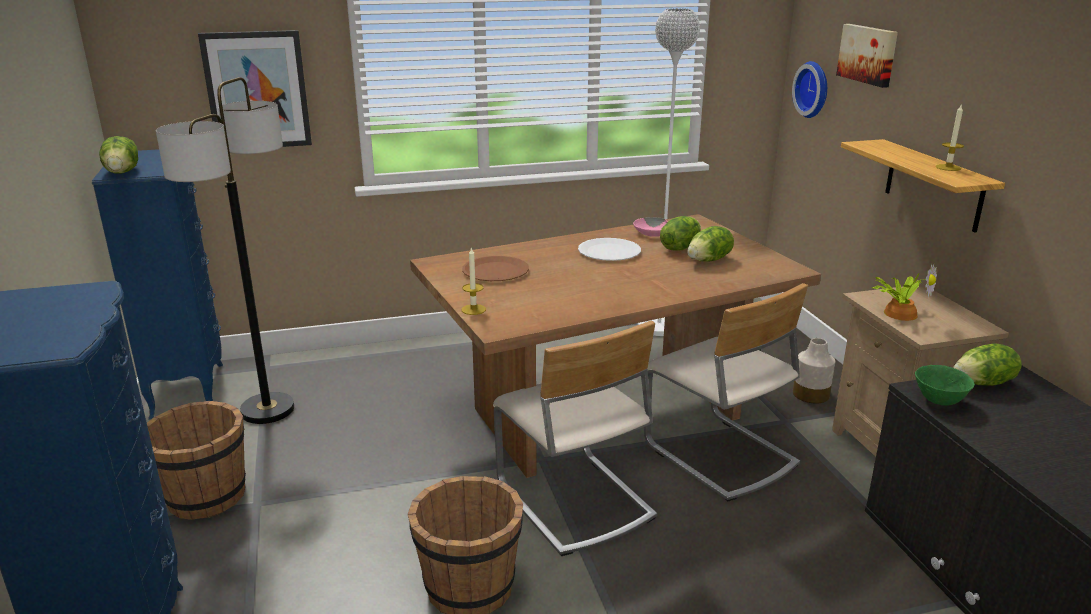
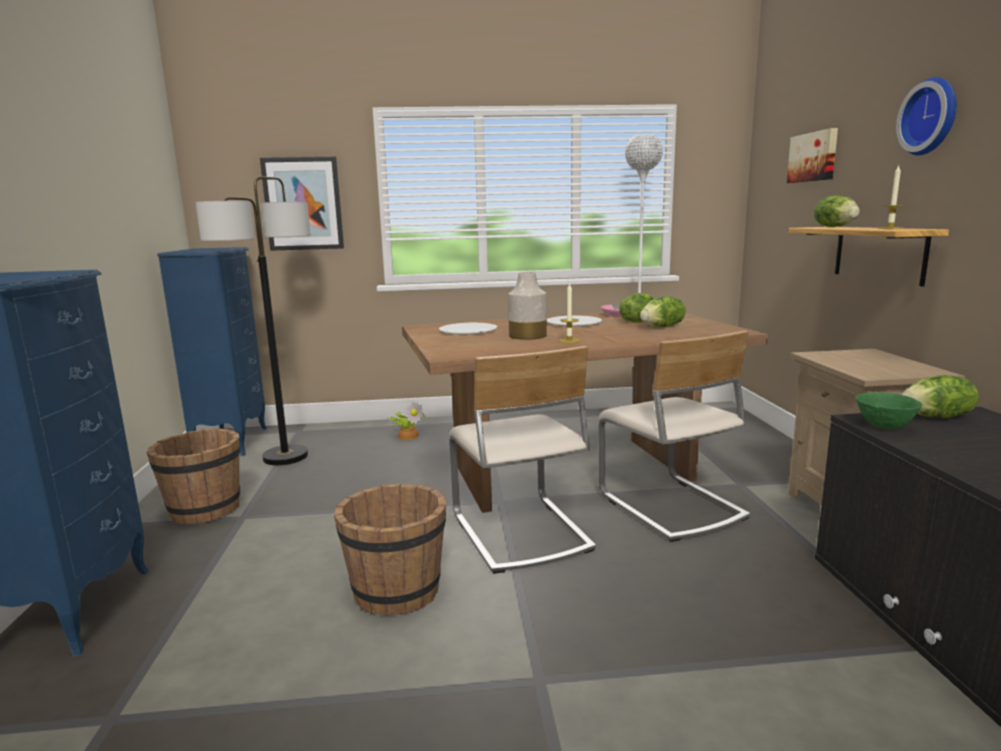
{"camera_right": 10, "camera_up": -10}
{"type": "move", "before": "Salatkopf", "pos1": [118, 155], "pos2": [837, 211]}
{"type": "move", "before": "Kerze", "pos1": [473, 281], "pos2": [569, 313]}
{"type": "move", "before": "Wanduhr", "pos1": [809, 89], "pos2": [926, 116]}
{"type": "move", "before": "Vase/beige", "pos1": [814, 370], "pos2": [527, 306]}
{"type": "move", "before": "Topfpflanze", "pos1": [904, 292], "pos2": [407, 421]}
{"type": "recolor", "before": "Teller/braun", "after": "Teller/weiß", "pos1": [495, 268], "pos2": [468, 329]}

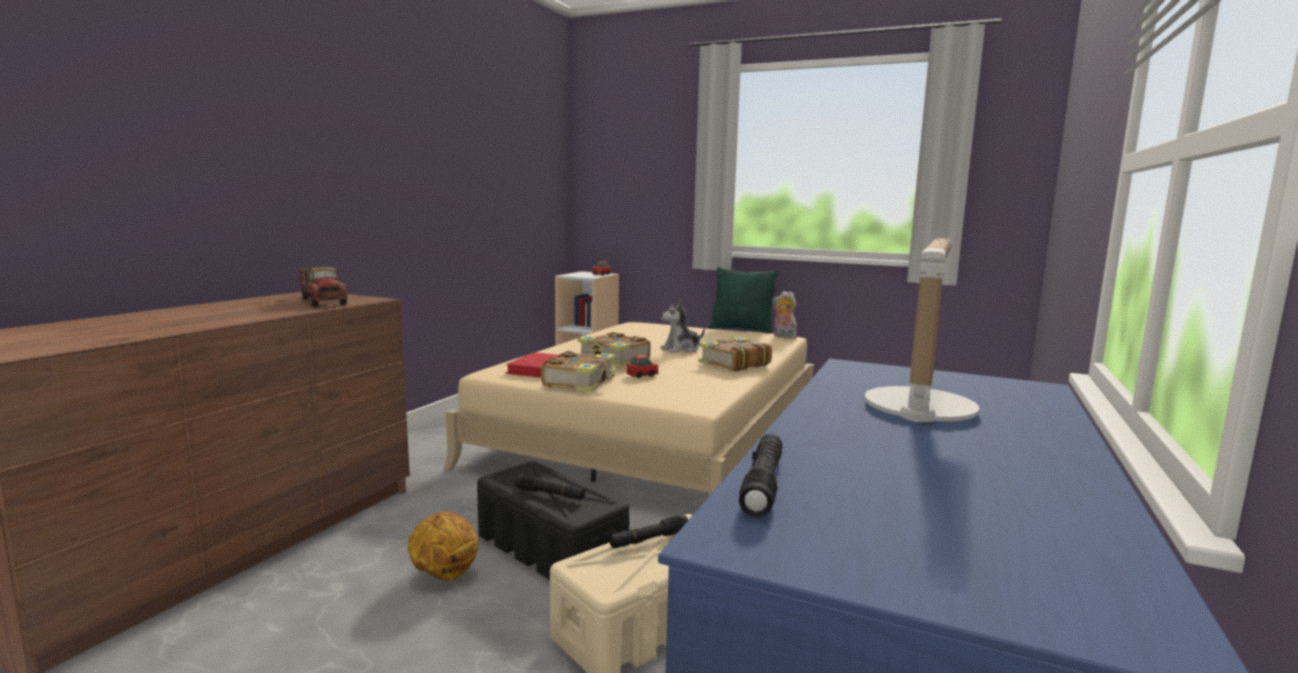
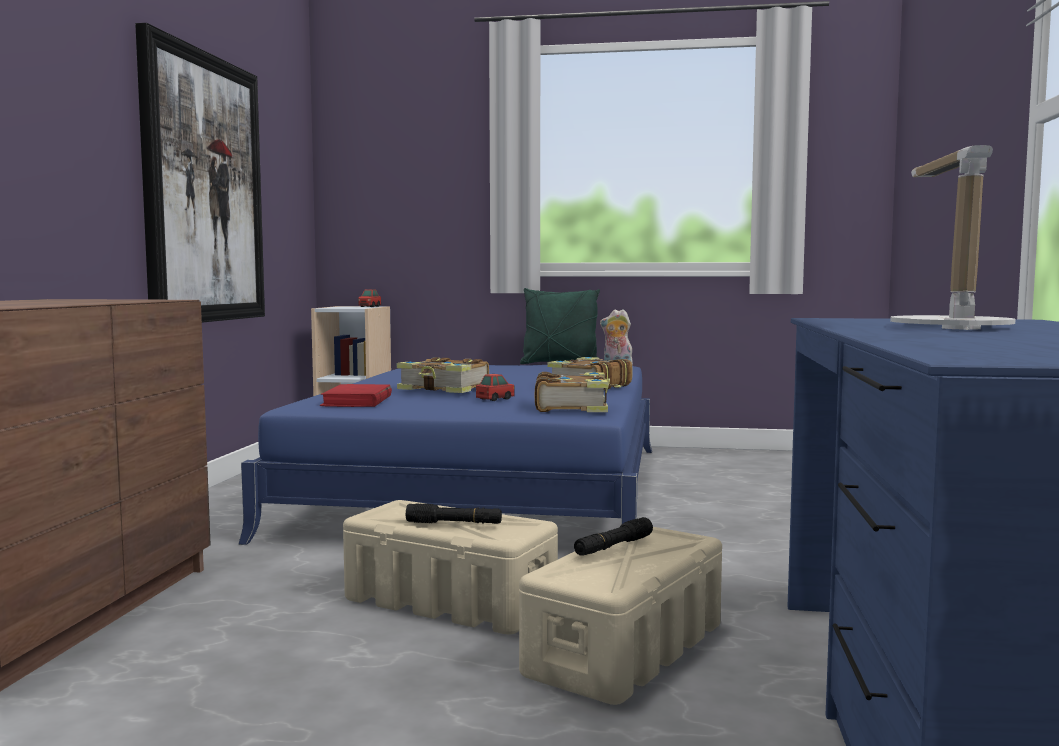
{"camera_right": -15, "camera_up": -5}
{"type": "delete", "before": "Spielzeuglaster", "pos1": [323, 286]}
{"type": "delete", "before": "Basketball", "pos1": [443, 546]}
{"type": "delete", "before": "Plüschtier", "pos1": [683, 326]}
{"type": "delete", "before": "Taschenlampe/schwarz", "pos1": [760, 476]}
{"type": "insert", "after": "Bild", "pos2": [200, 173]}
{"type": "move", "before": "Buch", "pos1": [578, 371], "pos2": [578, 392]}
{"type": "recolor", "before": "Bett/beige", "after": "Bett/blau", "pos1": [629, 409], "pos2": [445, 455]}
{"type": "recolor", "before": "Aufbewahrungsbox/schwarz", "after": "Aufbewahrungsbox/beige", "pos1": [553, 520], "pos2": [450, 567]}

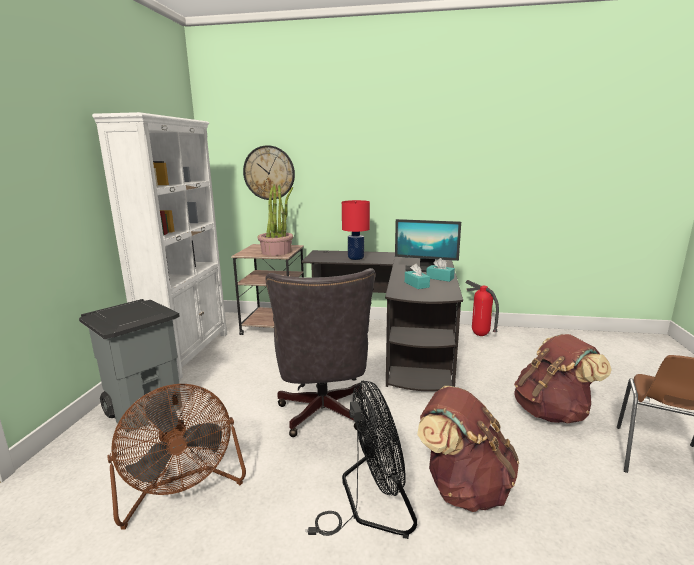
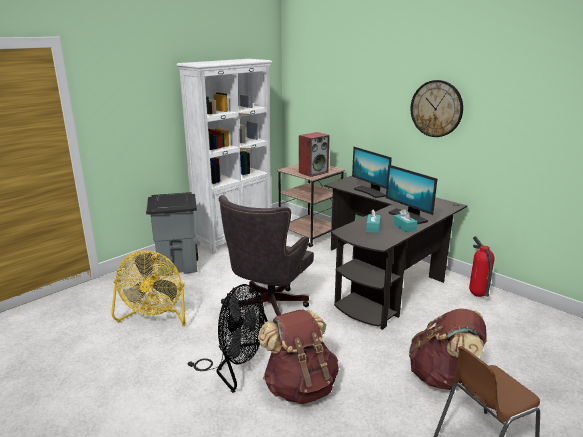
{"camera_right": 35, "camera_up": 5}
{"type": "move", "before": "Wanduhr", "pos1": [269, 172], "pos2": [437, 108]}
{"type": "replace", "before": "Topfpflanze", "after": "Lautsprecher", "pos1": [275, 220], "pos2": [314, 154]}
{"type": "replace", "before": "Tischlampe/rot", "after": "Monitor", "pos1": [356, 230], "pos2": [372, 172]}
{"type": "recolor", "before": "Ventilator/braun", "after": "Ventilator/gelb", "pos1": [177, 457], "pos2": [148, 288]}

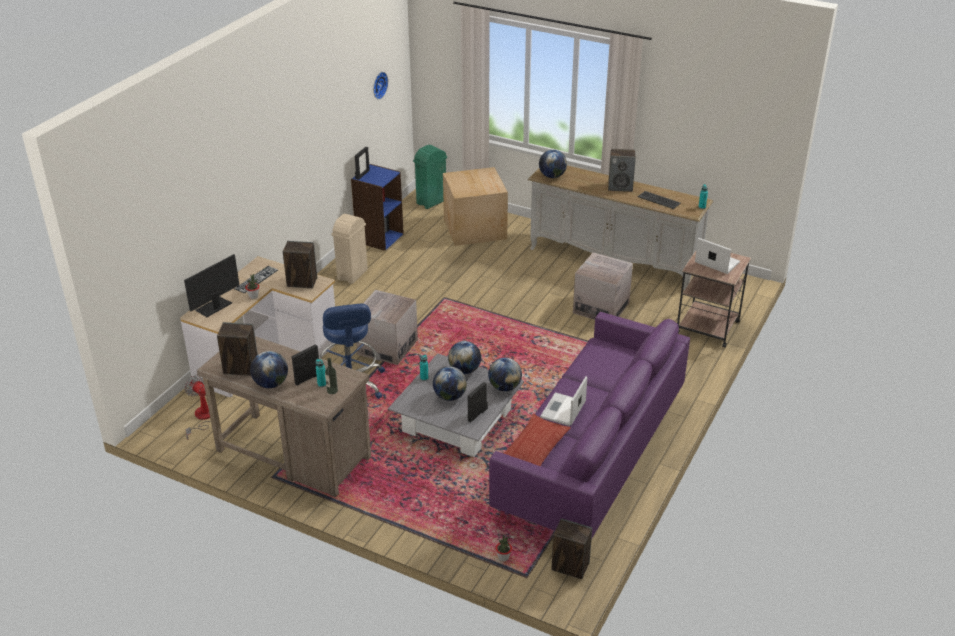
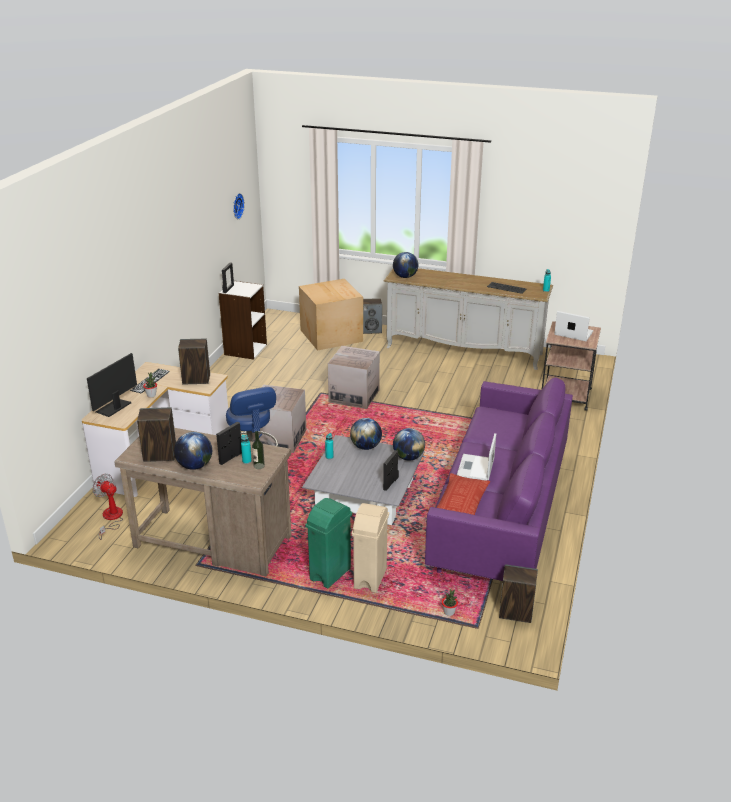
{"camera_right": -10, "camera_up": -5}
{"type": "delete", "before": "Globus", "pos1": [450, 384]}
{"type": "move", "before": "Mülleimer/beige", "pos1": [350, 249], "pos2": [370, 548]}
{"type": "move", "before": "Mülleimer/grün", "pos1": [430, 177], "pos2": [328, 543]}
{"type": "move", "before": "Karton", "pos1": [603, 286], "pos2": [354, 377]}
{"type": "move", "before": "Lautsprecher", "pos1": [622, 170], "pos2": [372, 316]}
{"type": "recolor", "before": "Bücherregal/blau", "after": "Bücherregal/weiß", "pos1": [377, 207], "pos2": [243, 320]}

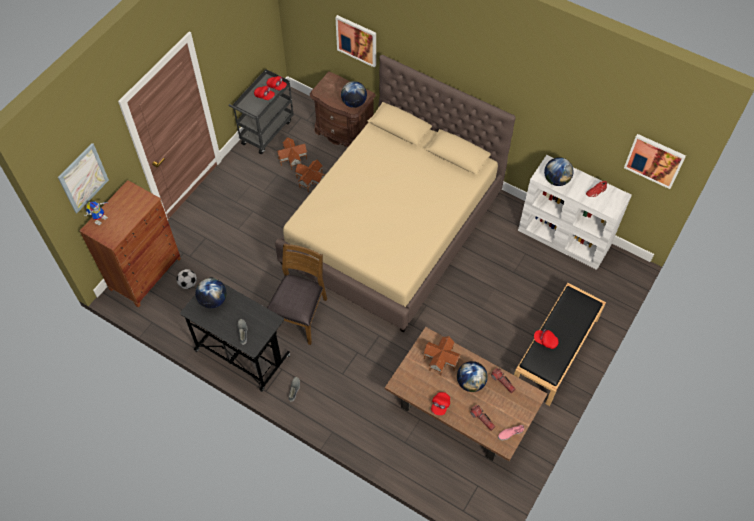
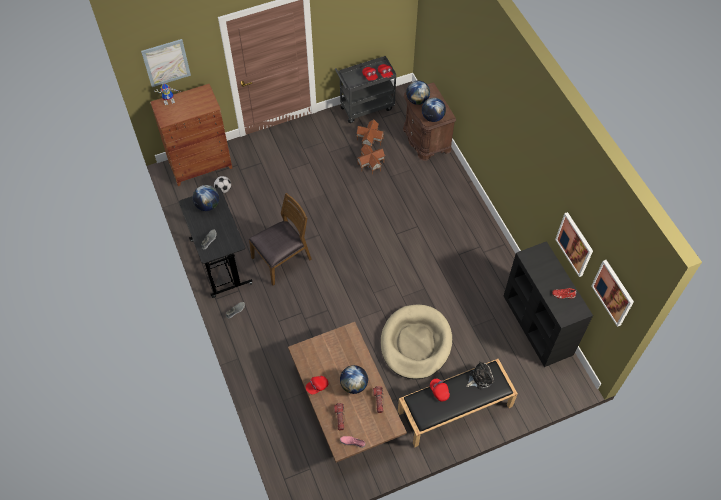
{"camera_right": 35, "camera_up": 0}
{"type": "delete", "before": "Bett/beige", "pos1": [395, 193]}
{"type": "delete", "before": "Spielzeughaus", "pos1": [441, 356]}
{"type": "insert", "after": "Hundebett/beige", "pos2": [416, 341]}
{"type": "insert", "after": "Plüschtier", "pos2": [480, 375]}
{"type": "move", "before": "Bild", "pos1": [355, 41], "pos2": [574, 244]}
{"type": "move", "before": "Globus", "pos1": [559, 171], "pos2": [418, 93]}
{"type": "recolor", "before": "Bücherregal/weiß", "after": "Bücherregal/schwarz", "pos1": [575, 212], "pos2": [548, 304]}

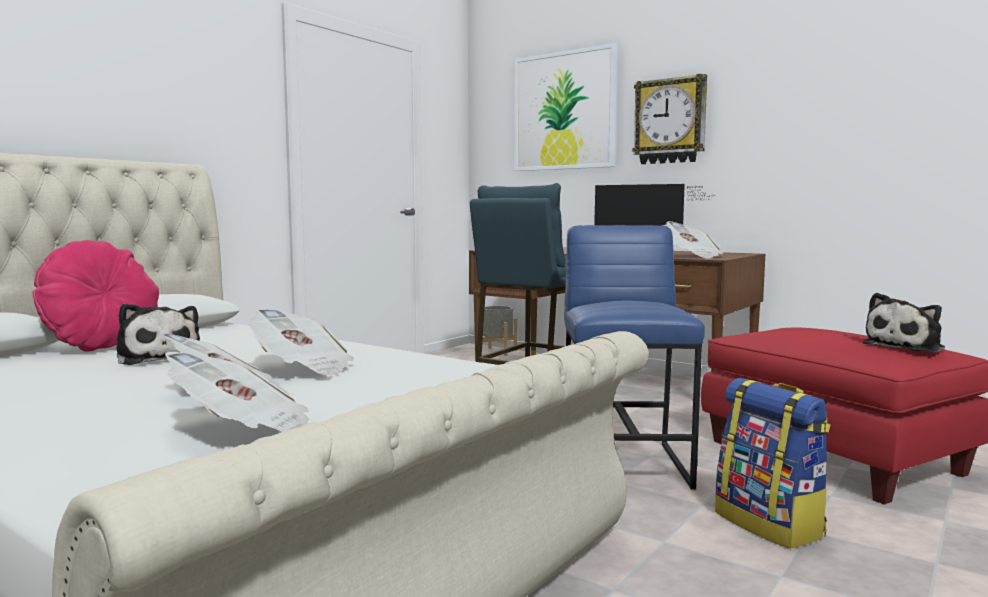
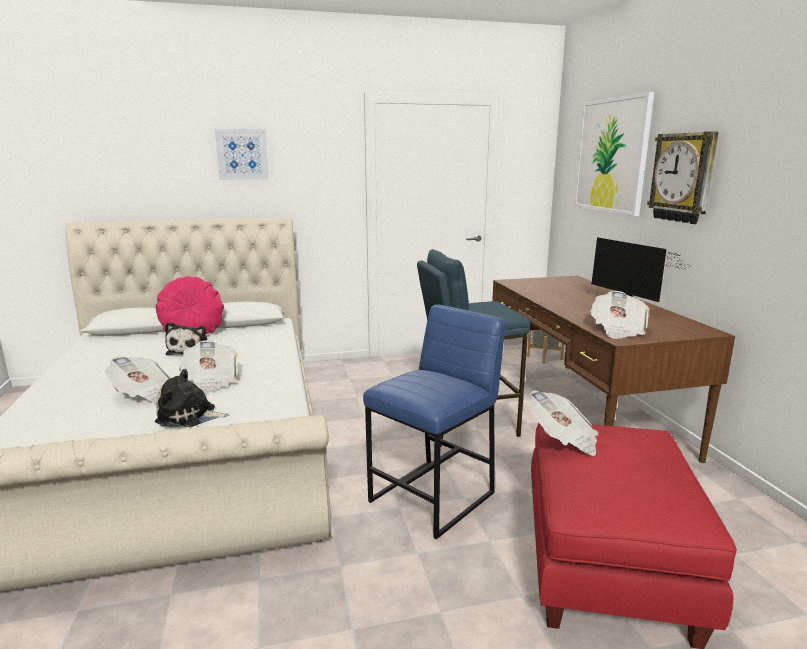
{"camera_right": 40, "camera_up": 10}
{"type": "delete", "before": "Rucksack", "pos1": [772, 463]}
{"type": "insert", "after": "Bild", "pos2": [242, 154]}
{"type": "move", "before": "Zeitung", "pos1": [237, 392], "pos2": [564, 423]}
{"type": "move", "before": "Plüschtier", "pos1": [904, 323], "pos2": [192, 398]}

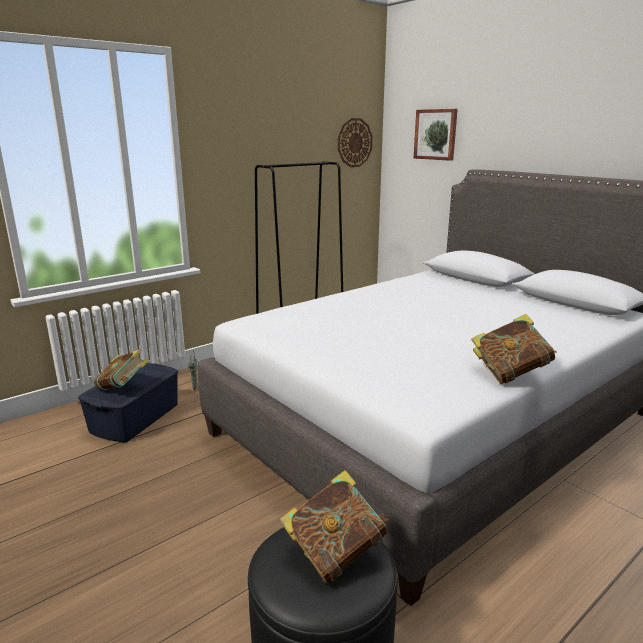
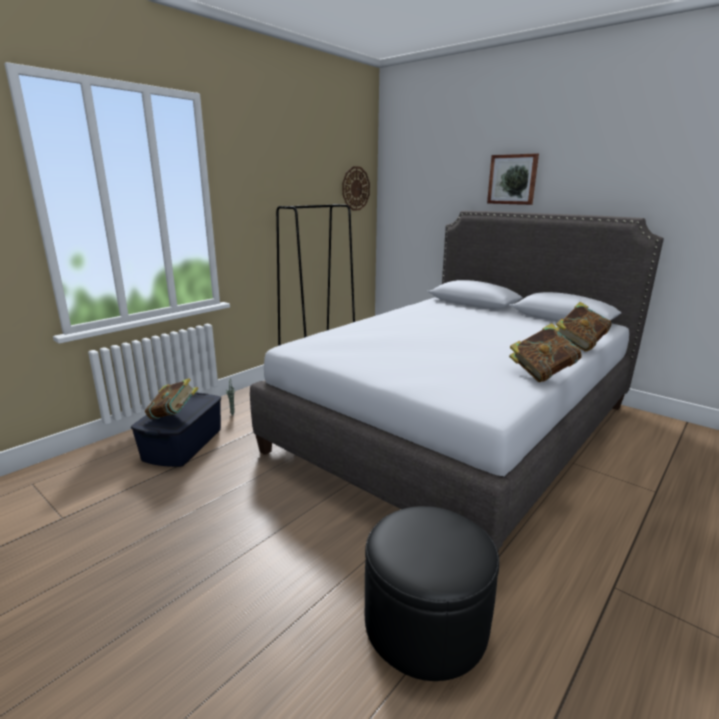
{"camera_right": -10, "camera_up": 0}
{"type": "move", "before": "Buch", "pos1": [334, 526], "pos2": [583, 326]}
{"type": "move", "before": "Bild", "pos1": [436, 135], "pos2": [513, 179]}

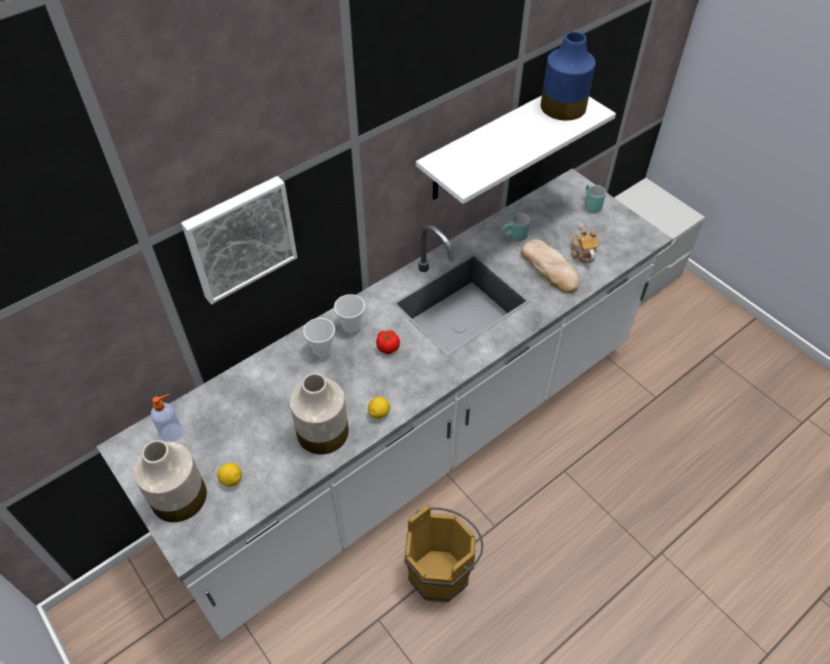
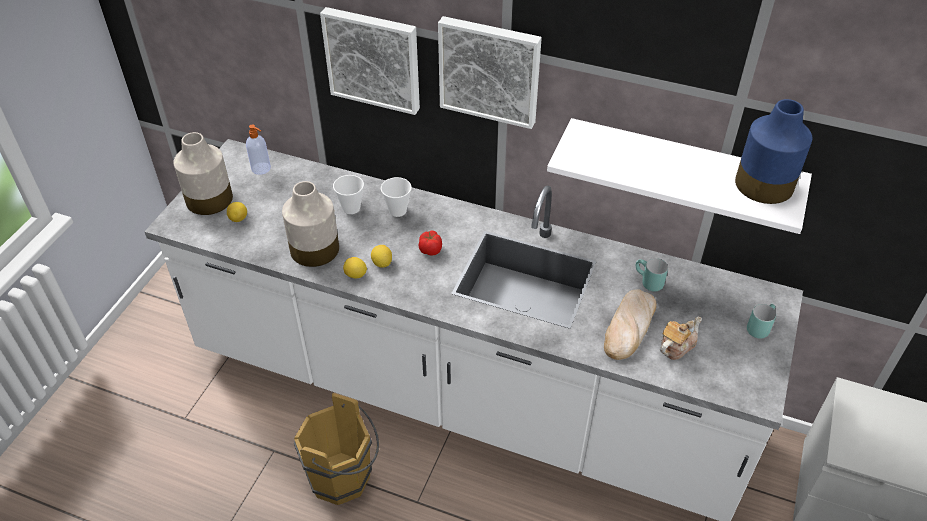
{"camera_right": 60, "camera_up": -5}
{"type": "insert", "after": "Zitrone", "pos2": [381, 256]}
{"type": "insert", "after": "Bild", "pos2": [490, 72]}
{"type": "move", "before": "Tasse", "pos1": [349, 313], "pos2": [348, 194]}

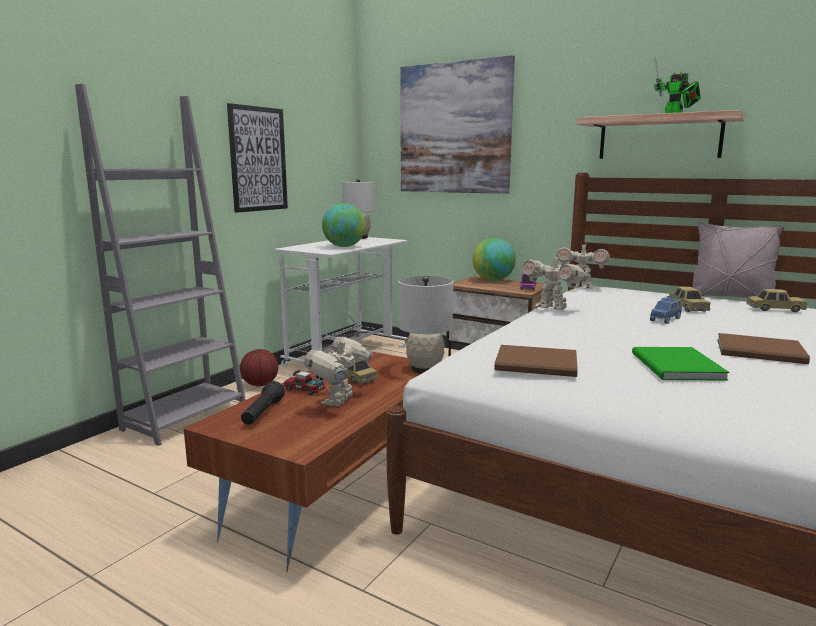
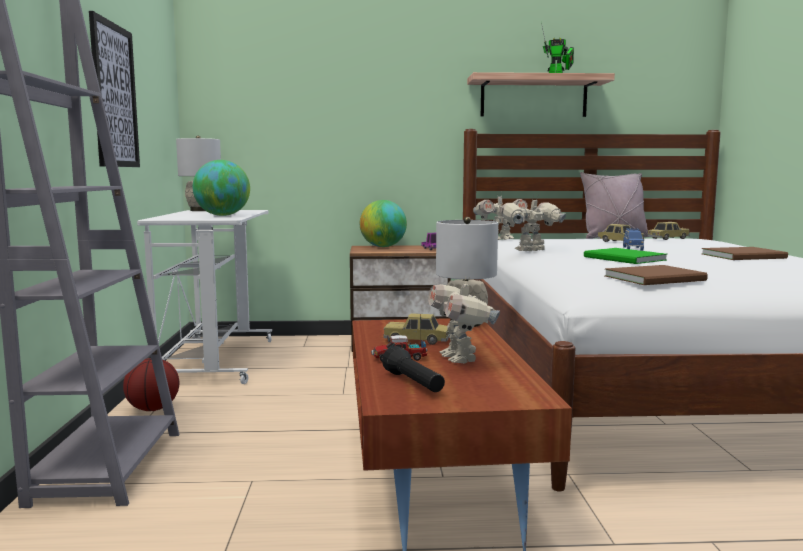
{"camera_right": -35, "camera_up": -5}
{"type": "delete", "before": "Bild", "pos1": [457, 124]}
{"type": "move", "before": "Buch/grün", "pos1": [680, 364], "pos2": [625, 256]}
{"type": "rotate", "before": "Spielzeugroboter", "pos1": [555, 281], "pos2": [533, 222], "turn": 150}

